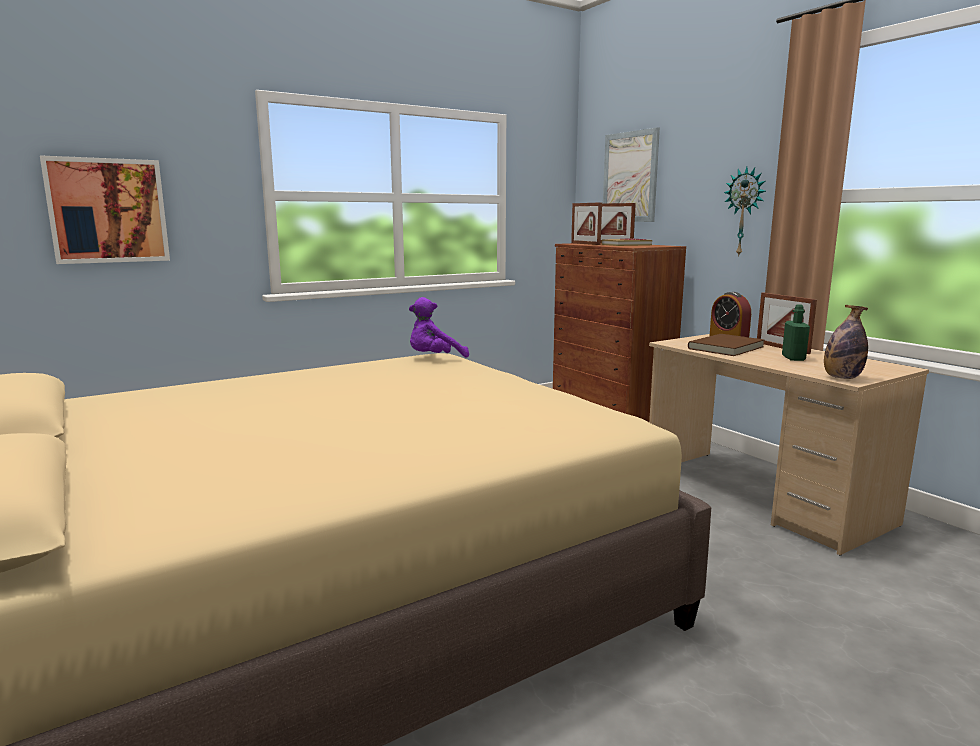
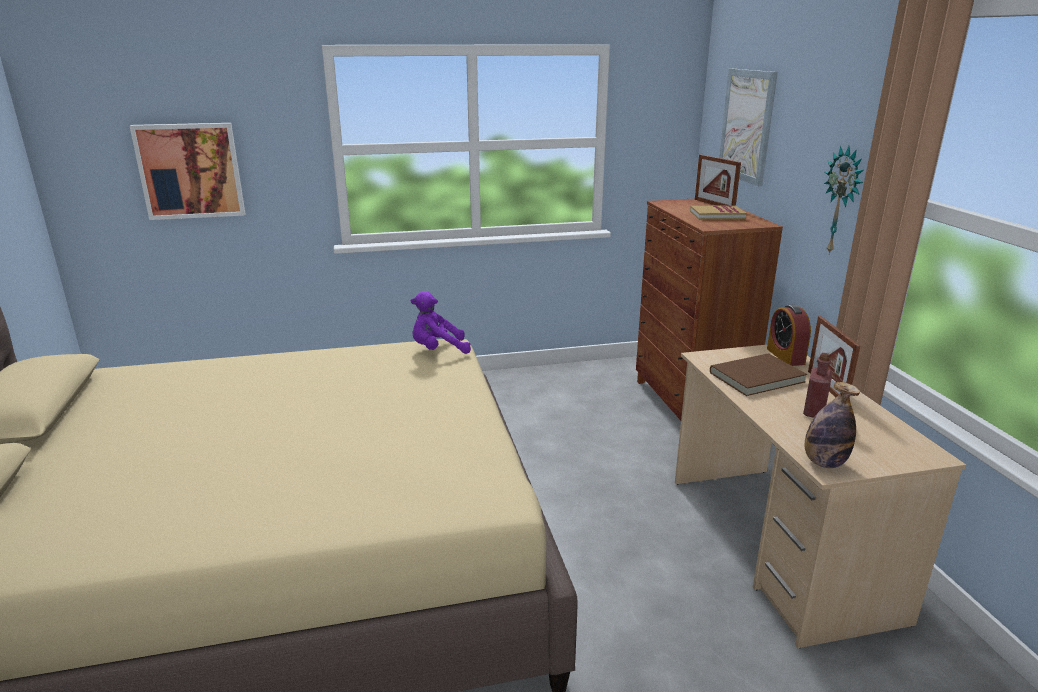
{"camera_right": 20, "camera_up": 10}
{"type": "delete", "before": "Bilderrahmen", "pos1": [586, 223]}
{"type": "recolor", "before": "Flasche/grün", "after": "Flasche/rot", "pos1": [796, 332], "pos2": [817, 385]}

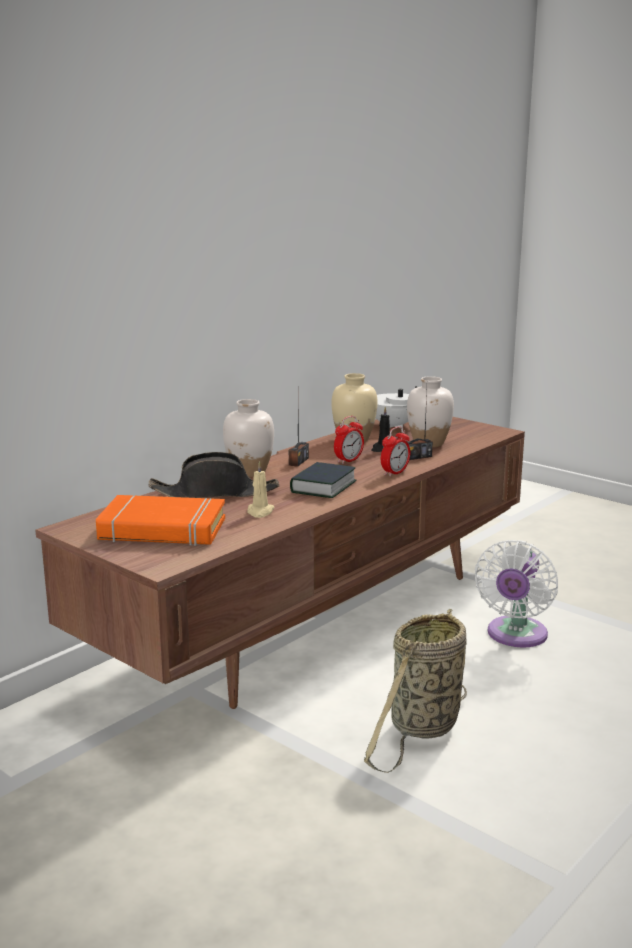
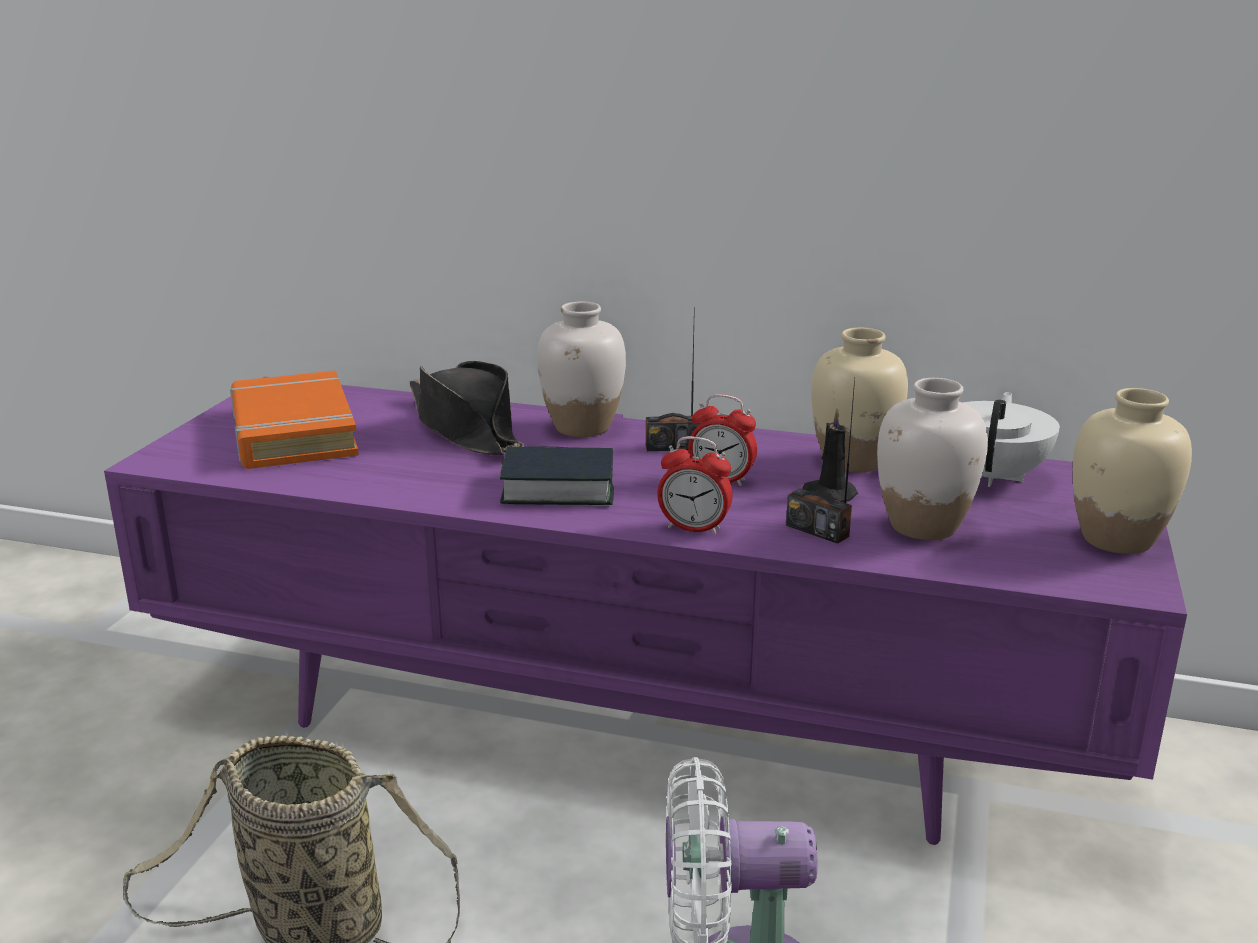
{"camera_right": 65, "camera_up": 5}
{"type": "delete", "before": "Kerze/beige", "pos1": [261, 489]}
{"type": "insert", "after": "Vase/beige", "pos2": [1132, 471]}
{"type": "recolor", "before": "Fernsehschrank/braun", "after": "Fernsehschrank/lila", "pos1": [280, 563], "pos2": [645, 611]}

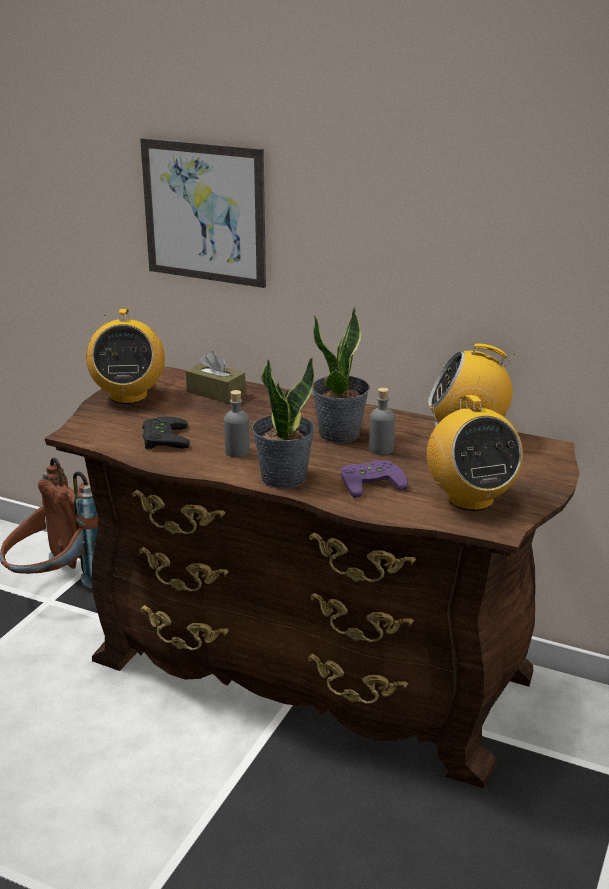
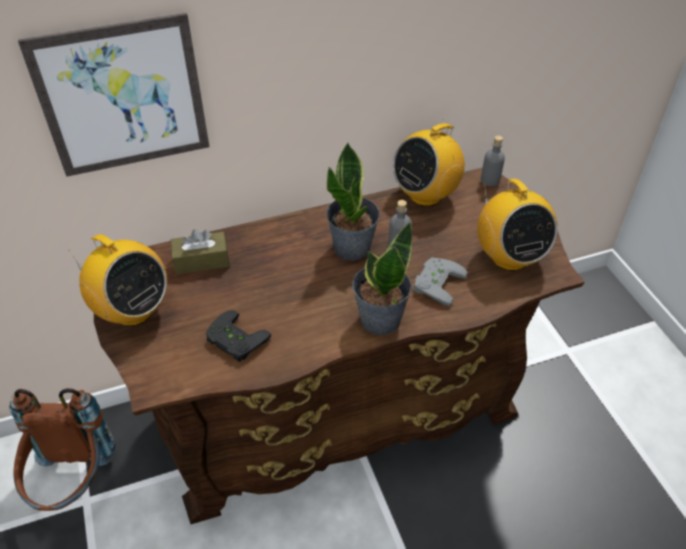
{"camera_right": -45, "camera_up": 20}
{"type": "move", "before": "Flasche/grau", "pos1": [237, 424], "pos2": [493, 160]}
{"type": "recolor", "before": "Gamepad/lila", "after": "Gamepad/grau", "pos1": [374, 479], "pos2": [441, 281]}
{"type": "rotate", "before": "Radio", "pos1": [475, 453], "pos2": [517, 225], "turn": 45}

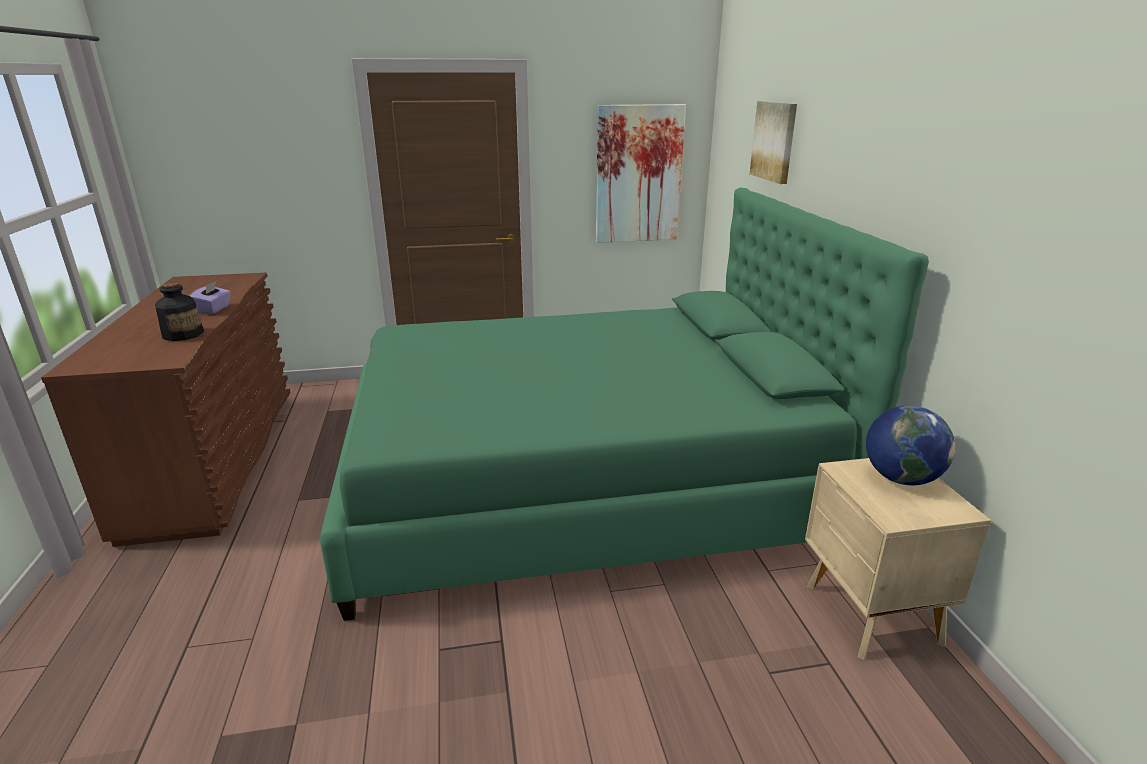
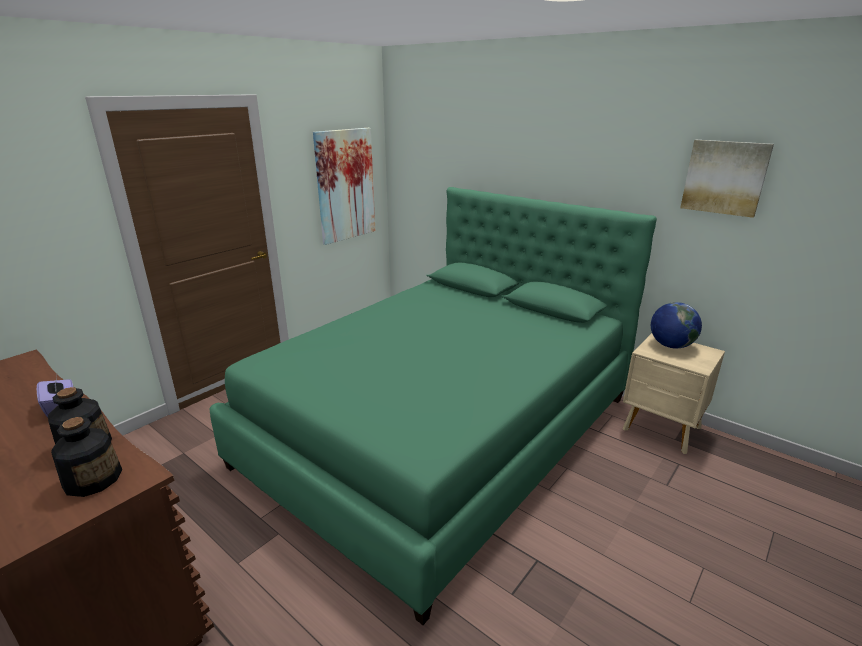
{"camera_right": -40, "camera_up": 0}
{"type": "insert", "after": "Flasche", "pos2": [86, 457]}
{"type": "move", "before": "Bild", "pos1": [773, 142], "pos2": [727, 179]}

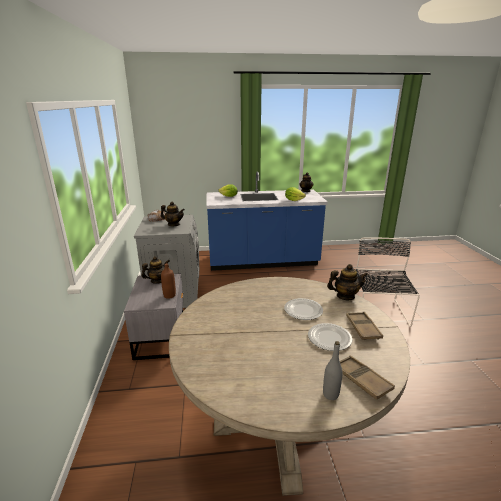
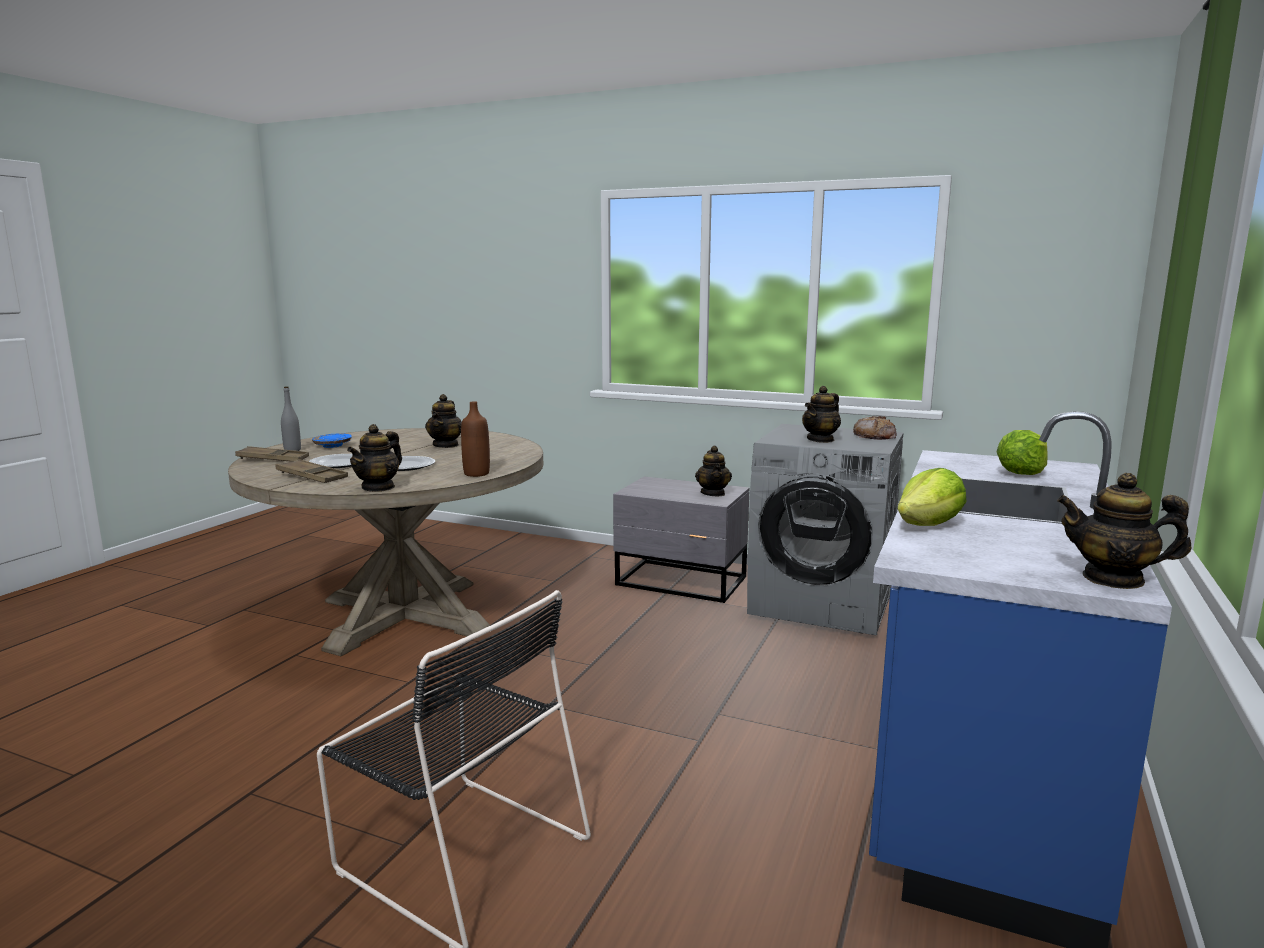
{"camera_right": 120, "camera_up": -10}
{"type": "insert", "after": "Teller/blau", "pos2": [332, 441]}
{"type": "insert", "after": "Teekanne", "pos2": [443, 421]}
{"type": "move", "before": "Flasche/braun", "pos1": [168, 281], "pos2": [475, 439]}

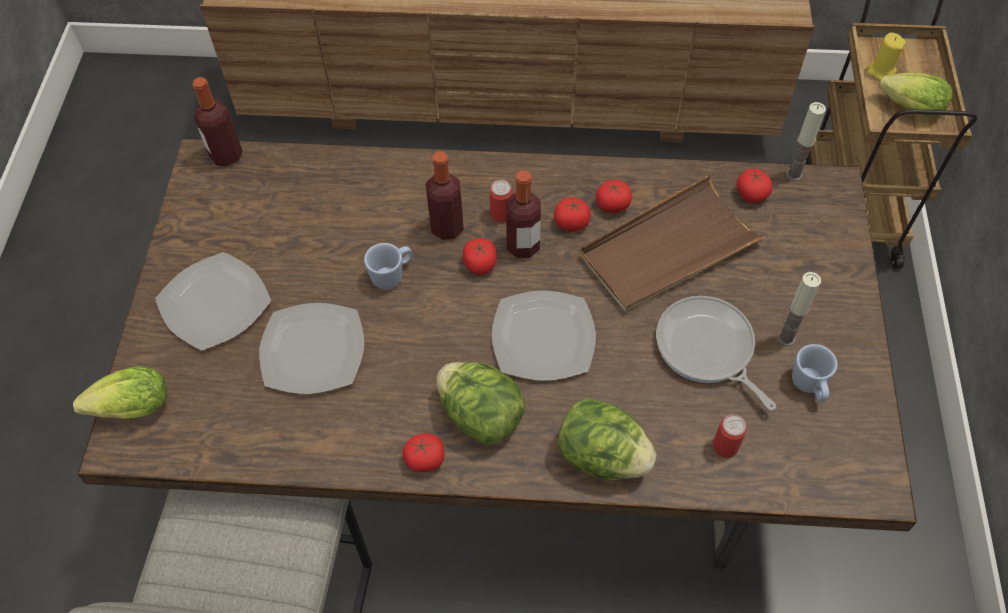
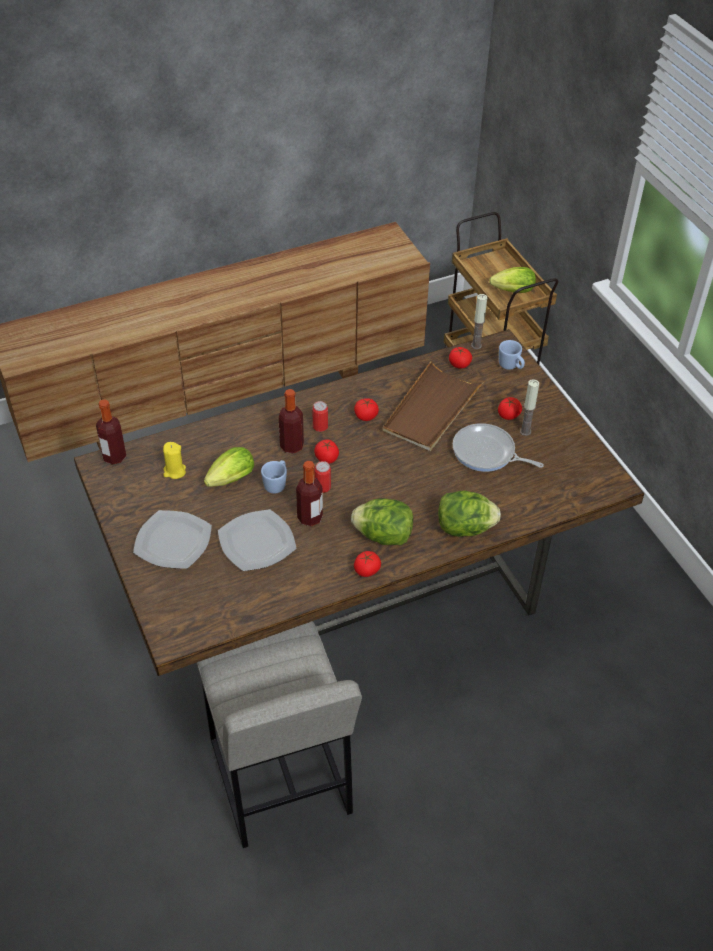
{"camera_right": -30, "camera_up": -10}
{"type": "delete", "before": "Teller", "pos1": [543, 335]}
{"type": "move", "before": "Salatkopf", "pos1": [120, 392], "pos2": [229, 467]}
{"type": "move", "before": "Flasche", "pos1": [523, 214], "pos2": [309, 493]}
{"type": "move", "before": "Tomate", "pos1": [614, 196], "pos2": [510, 408]}
{"type": "move", "before": "Dose", "pos1": [730, 436], "pos2": [323, 477]}
{"type": "move", "before": "Henkelbecher/blau", "pos1": [815, 373], "pos2": [512, 355]}
{"type": "move", "before": "Kerze/gelb", "pos1": [886, 56], "pos2": [174, 460]}

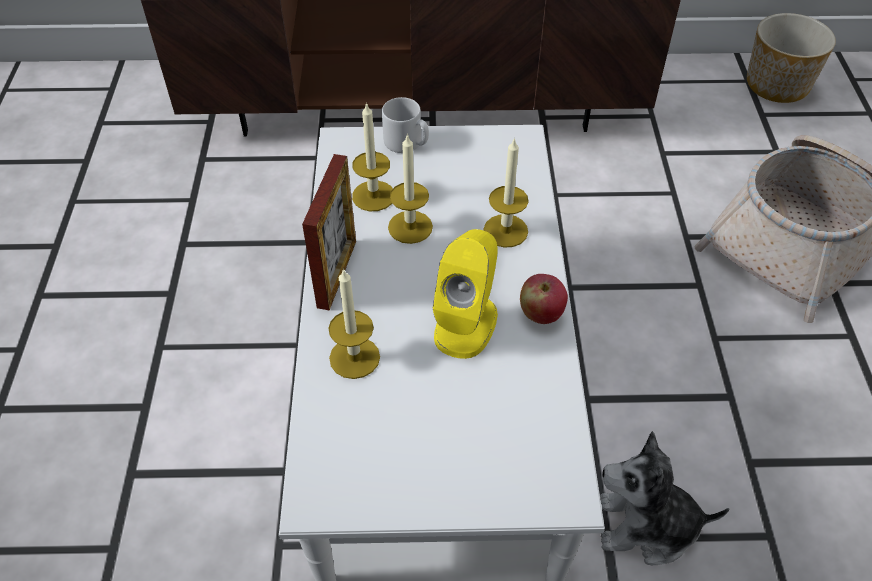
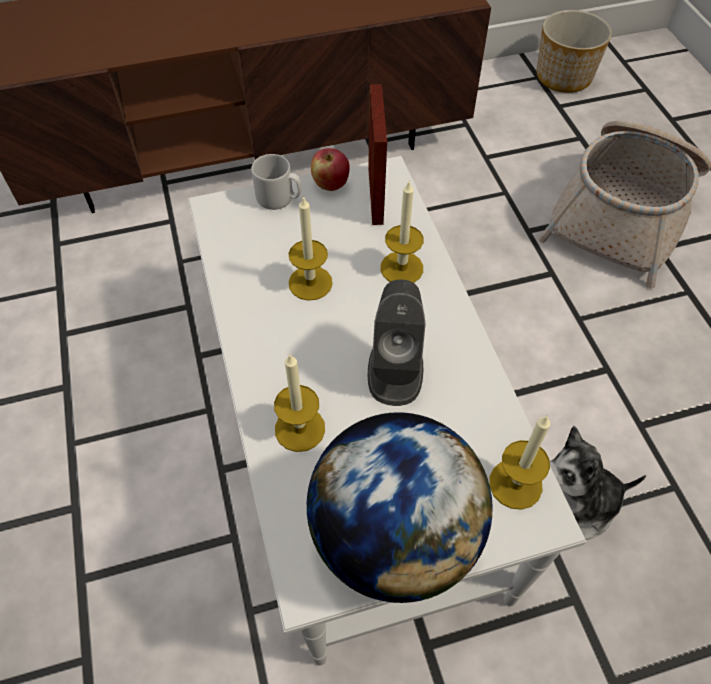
{"camera_right": -15, "camera_up": 5}
{"type": "insert", "after": "Globus", "pos2": [400, 507]}
{"type": "move", "before": "Bilderrahmen", "pos1": [329, 232], "pos2": [377, 154]}
{"type": "move", "before": "Kerze", "pos1": [372, 156], "pos2": [519, 462]}
{"type": "move", "before": "Apfel", "pos1": [544, 299], "pos2": [330, 169]}
{"type": "recolor", "before": "Lautsprecher/gelb", "after": "Lautsprecher/grau", "pos1": [465, 294], "pos2": [396, 343]}

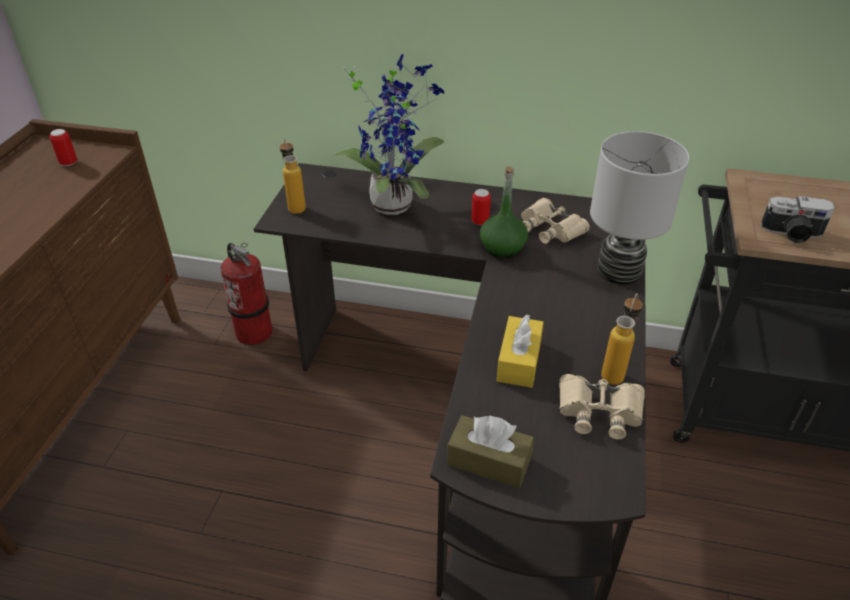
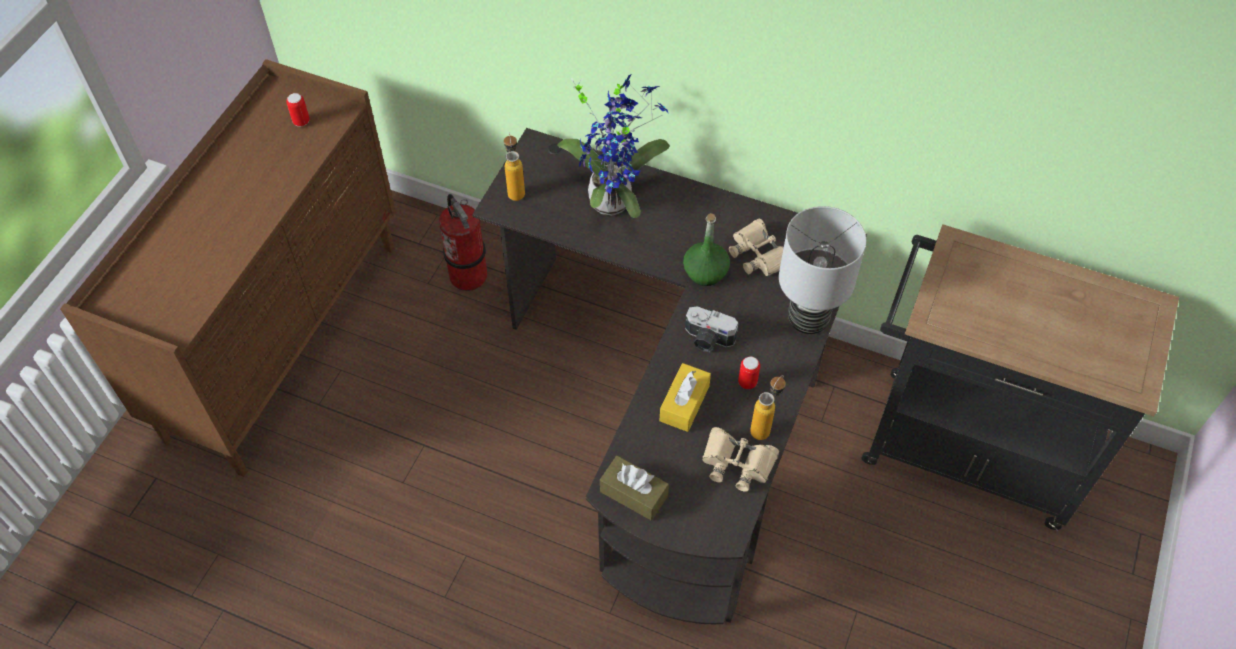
{"camera_right": 10, "camera_up": 15}
{"type": "move", "before": "Dose", "pos1": [481, 207], "pos2": [749, 372]}
{"type": "move", "before": "Kamera", "pos1": [798, 219], "pos2": [711, 329]}

